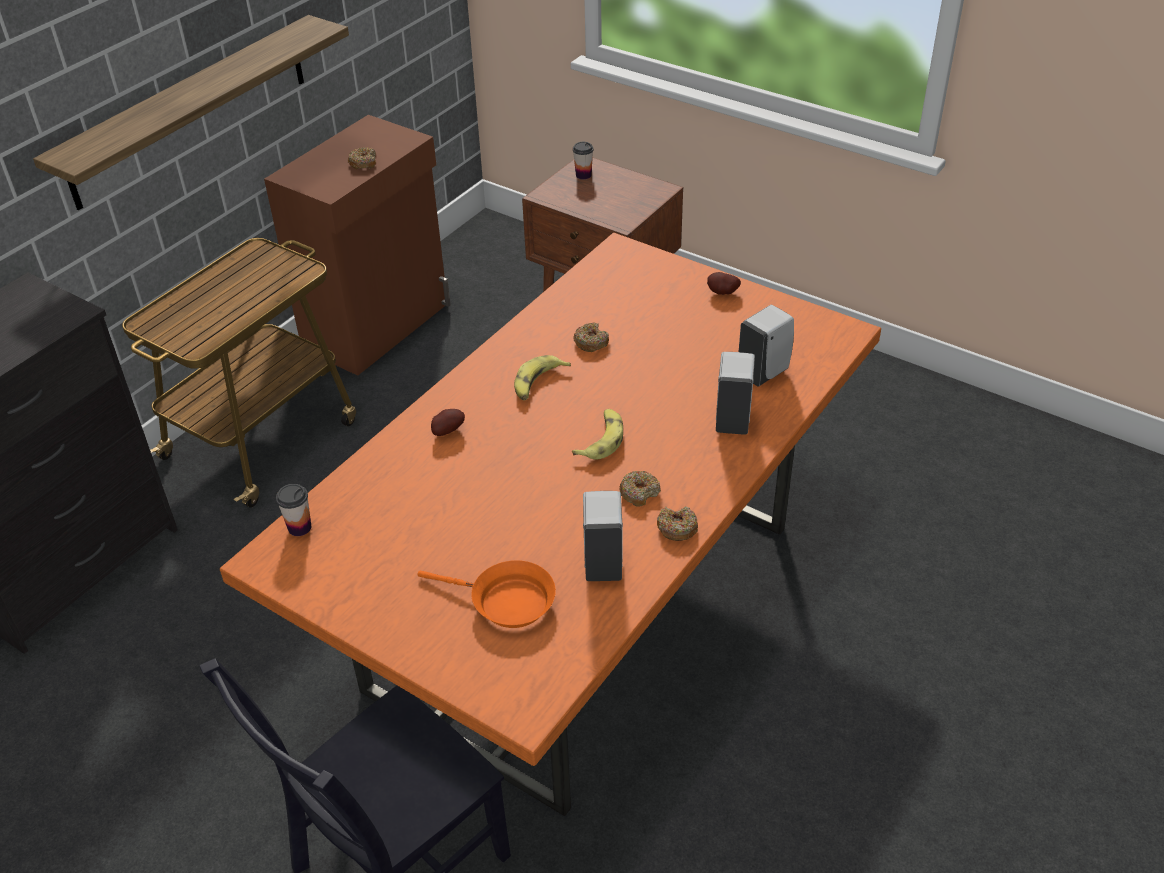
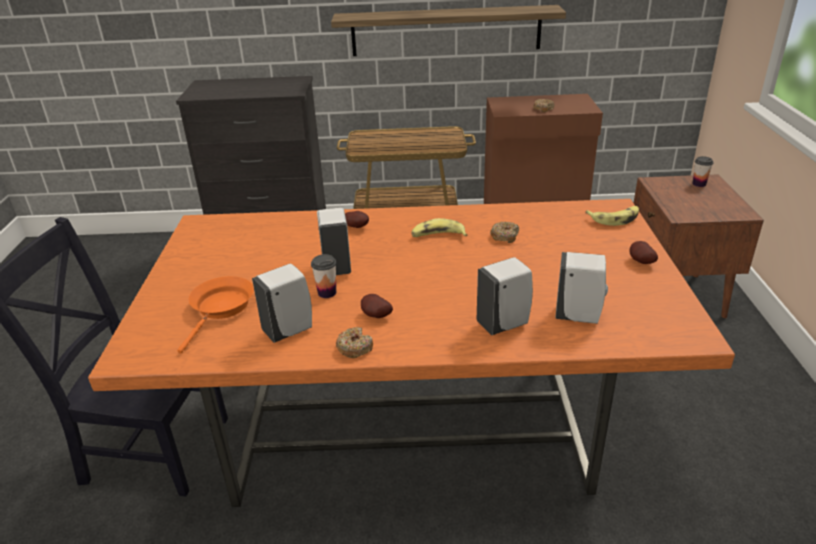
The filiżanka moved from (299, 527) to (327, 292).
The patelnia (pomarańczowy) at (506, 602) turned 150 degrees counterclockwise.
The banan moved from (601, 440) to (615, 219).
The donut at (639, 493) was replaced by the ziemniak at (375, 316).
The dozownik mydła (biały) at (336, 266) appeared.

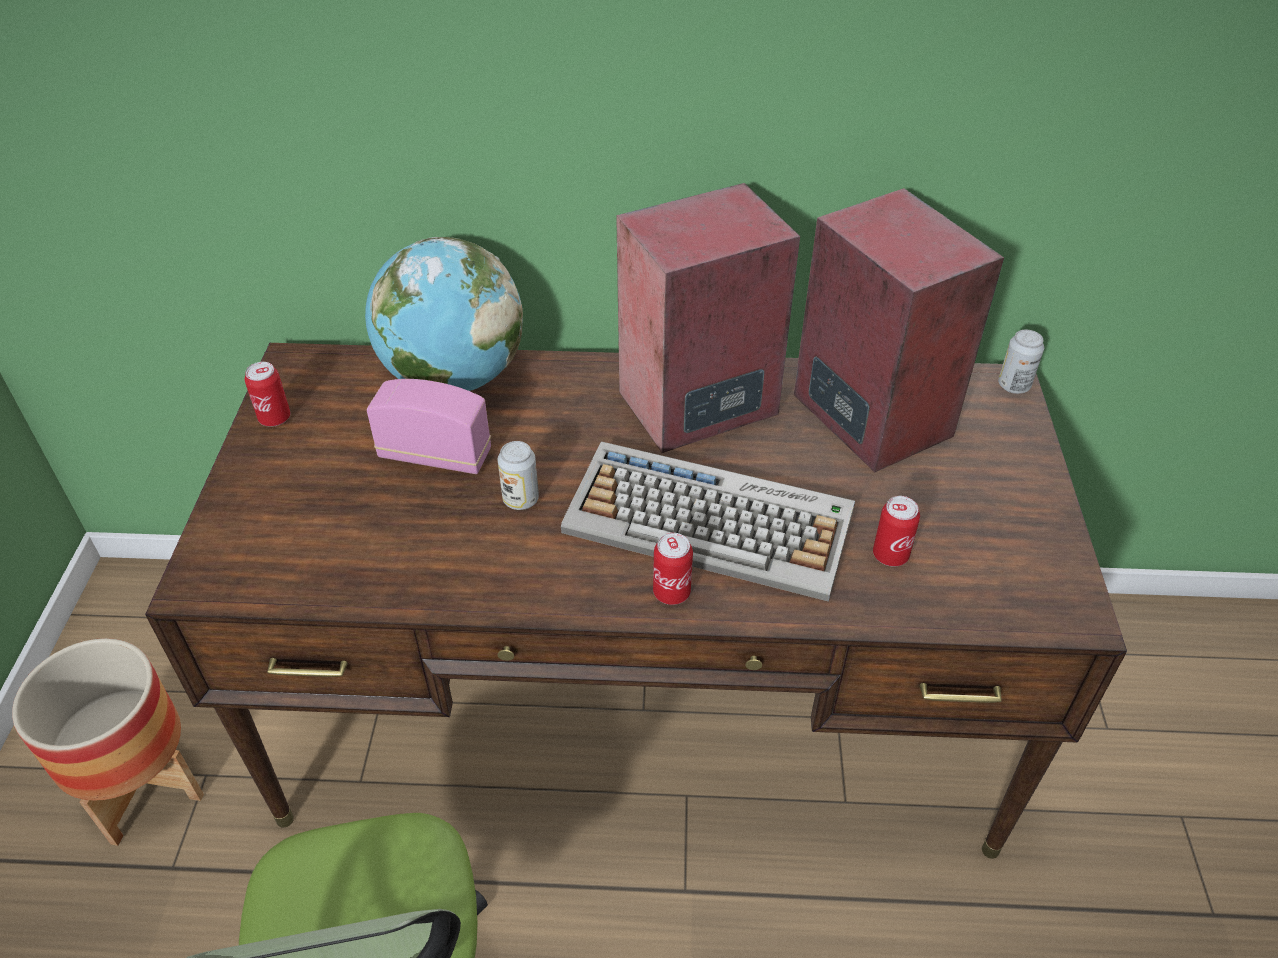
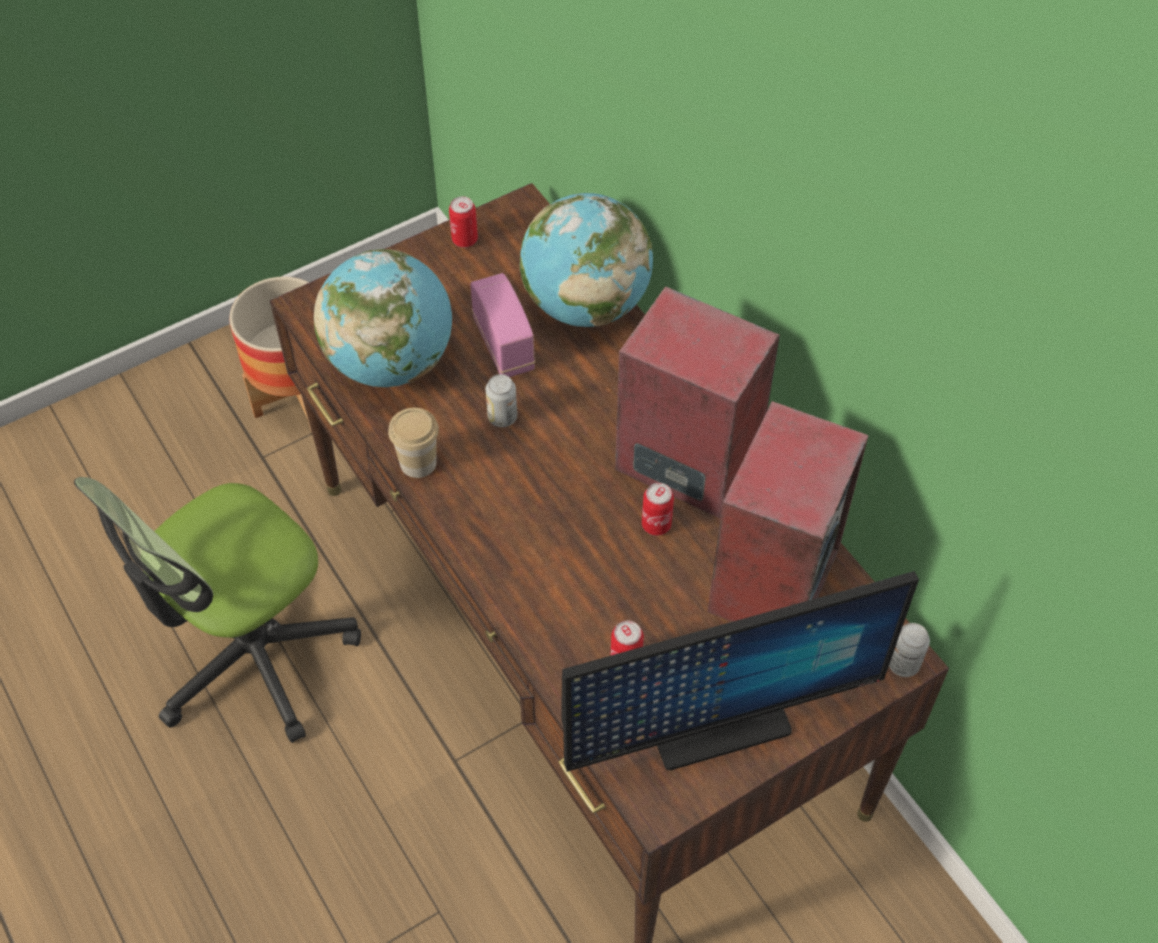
The klawiatura at (711, 521) disappeared.
The puszka moved from (671, 592) to (656, 525).
The globus at (391, 362) appeared.
The filiżanka at (418, 462) appeared.
The monitor at (717, 722) appeared.

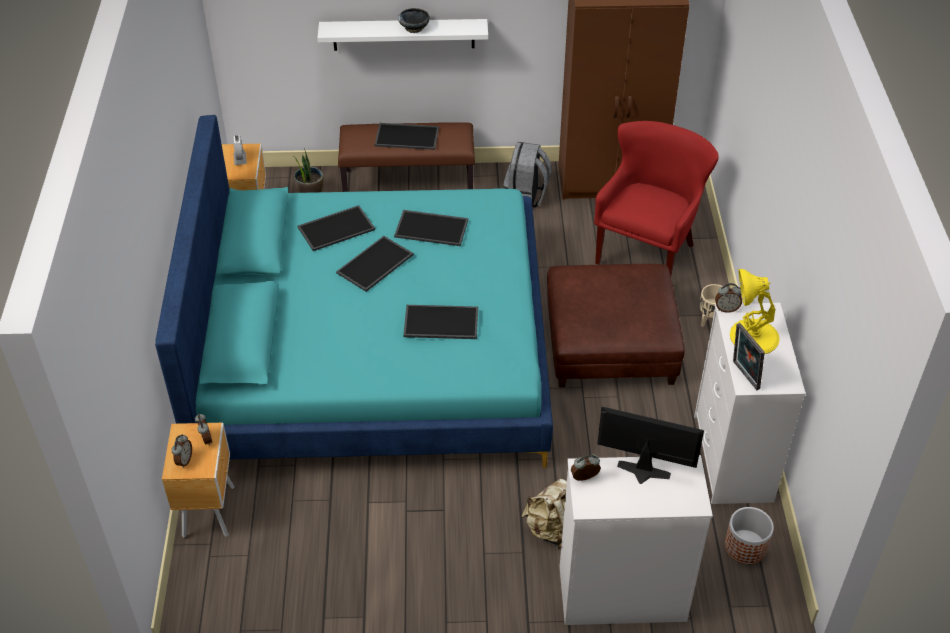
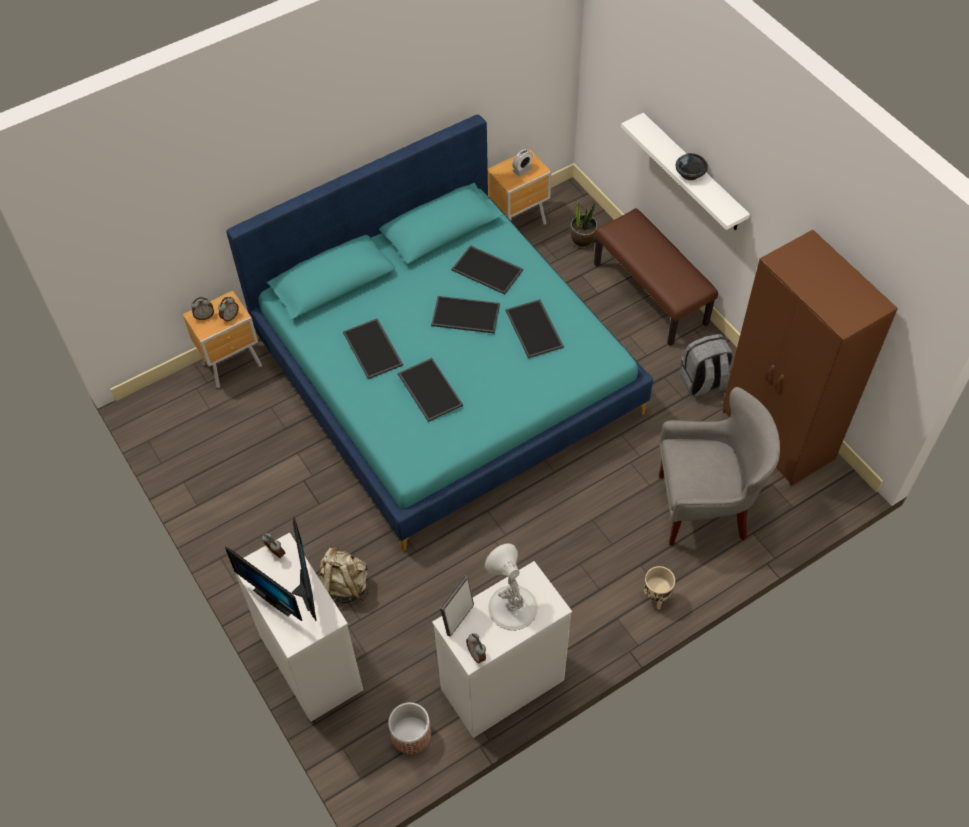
The taca moved from (407, 136) to (374, 349).
The pufa (brązowy) at (609, 344) disappeared.
The fotel (czerwony) at (647, 253) became the fotel (szary) at (705, 508).
The budzik moved from (726, 309) to (477, 654).
The lampa stołowa (żółty) at (753, 336) became the lampa stołowa (biały) at (512, 606).
The monitor at (276, 596) appeared.

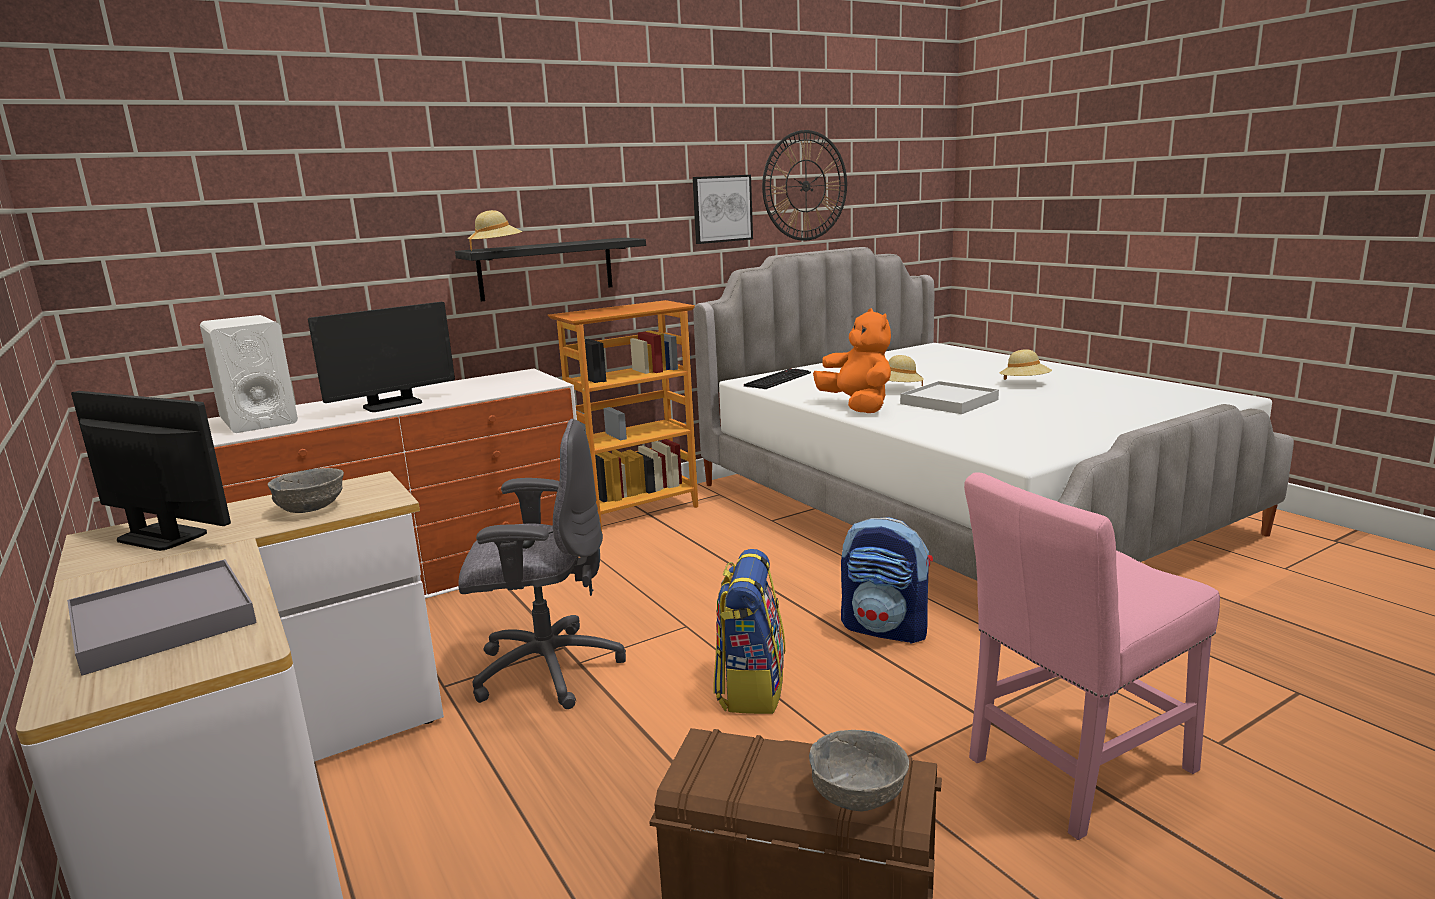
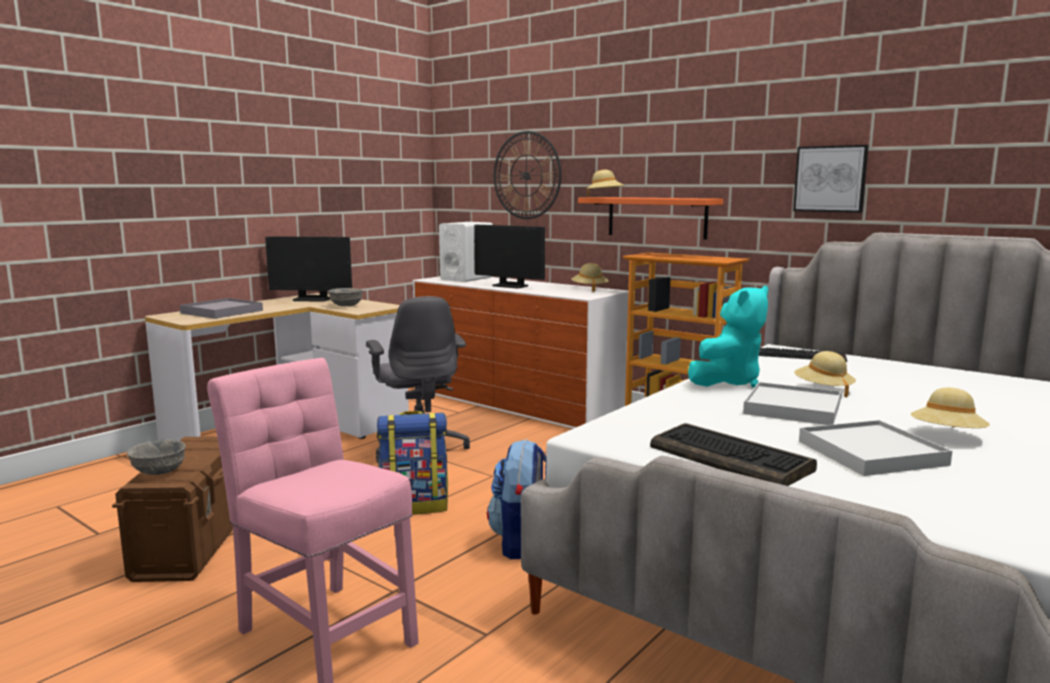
The monitor at (162, 537) turned 90 degrees clockwise.
The półka (czarny) at (546, 269) became the półka (pomarańczowy) at (656, 217).
The zegar ścienny moved from (805, 186) to (526, 175).
The pluszak (pomarańczowy) at (857, 406) became the pluszak (turkusowy) at (727, 382).
The kapelusz (beżowy) at (589, 289) appeared.
The klawiatura at (731, 458) appeared.
The taca (biały) at (871, 453) appeared.

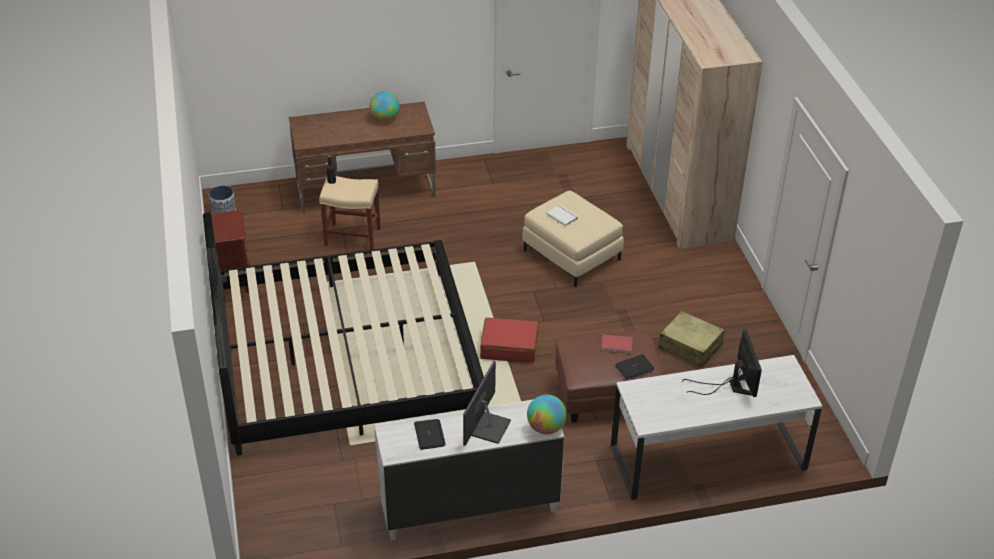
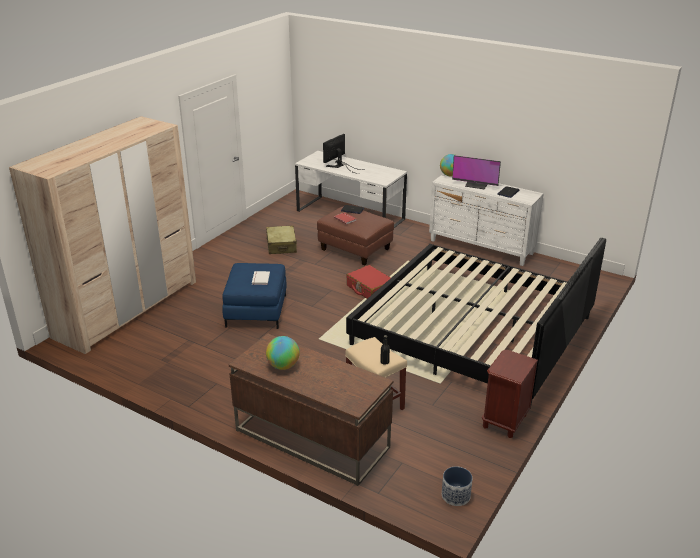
The monitor at (488, 427) turned 45 degrees clockwise.
The pufa (beżowy) at (572, 255) became the pufa (niebieski) at (256, 311).

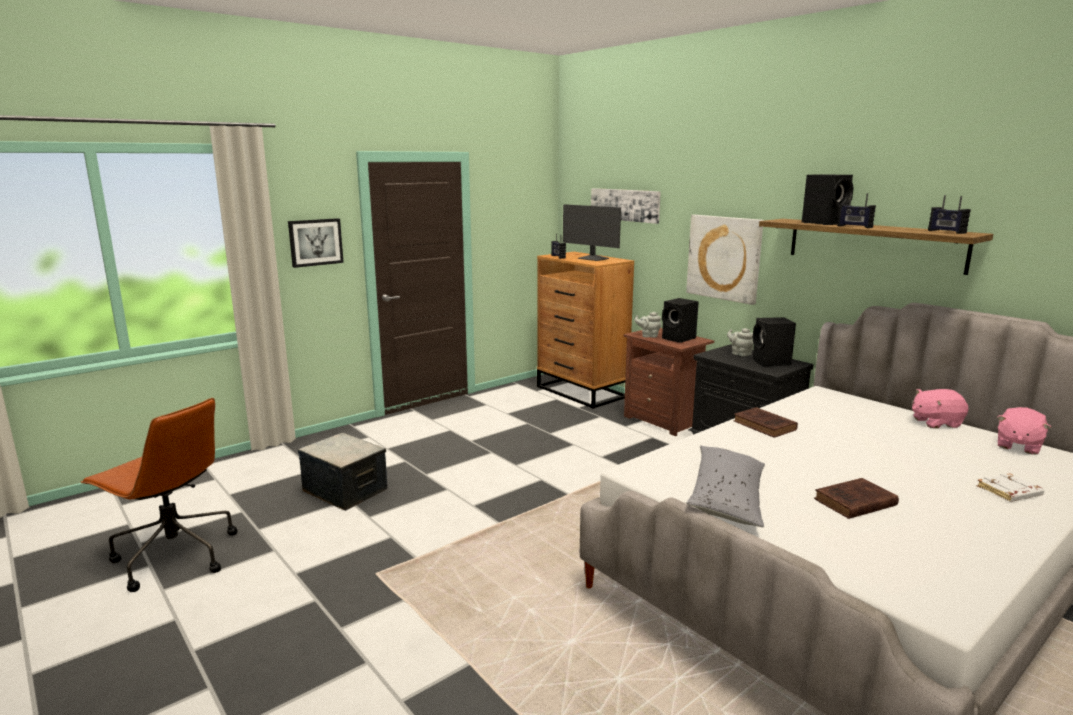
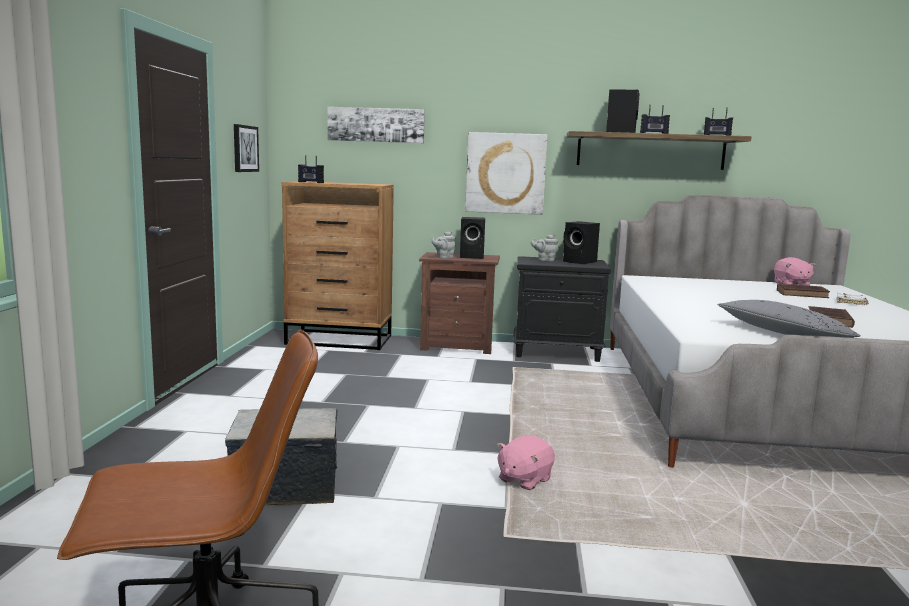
The obraz moved from (315, 242) to (245, 148).
The monitor at (592, 258) disappeared.
The książka (brązowy) moved from (765, 426) to (803, 294).
The pluszak (różowy) moved from (935, 422) to (524, 479).

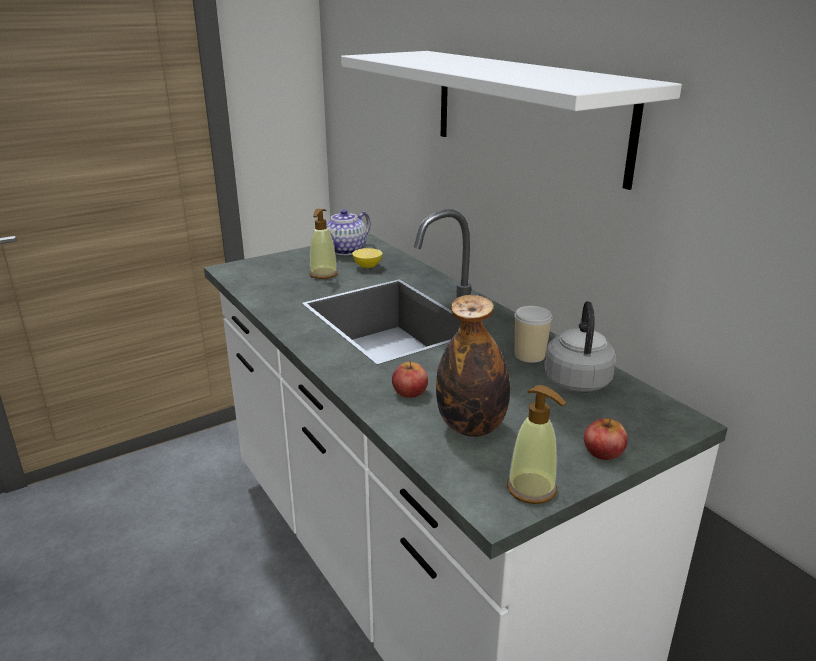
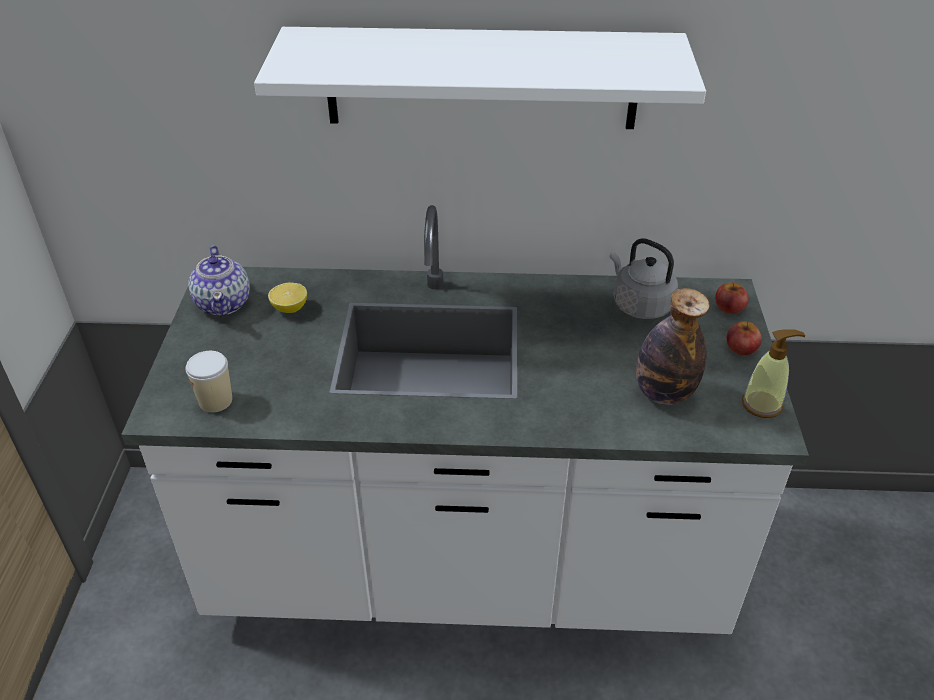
The dozownik mydła at (323, 274) disappeared.
The jabłko moved from (409, 391) to (729, 307).
The filiżanka moved from (529, 355) to (215, 401).

